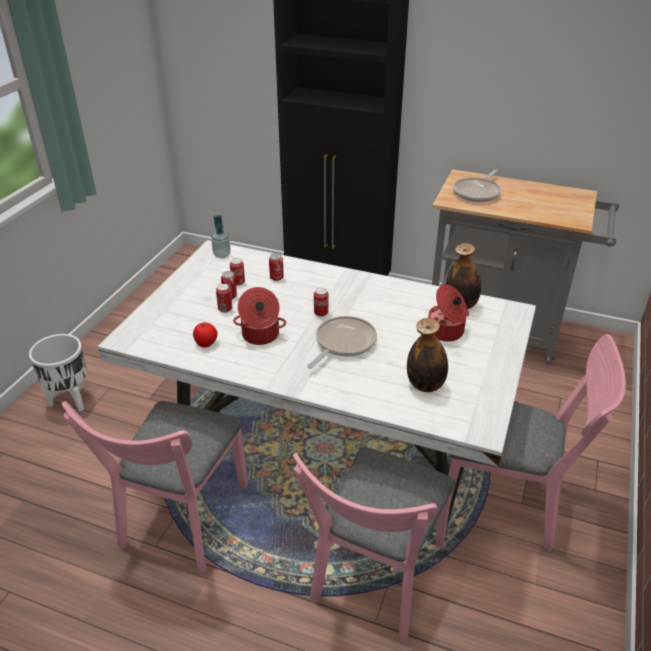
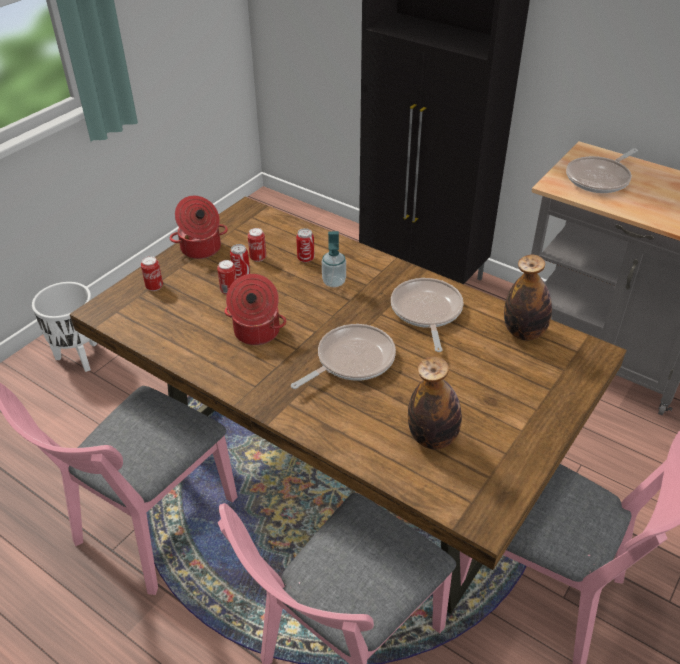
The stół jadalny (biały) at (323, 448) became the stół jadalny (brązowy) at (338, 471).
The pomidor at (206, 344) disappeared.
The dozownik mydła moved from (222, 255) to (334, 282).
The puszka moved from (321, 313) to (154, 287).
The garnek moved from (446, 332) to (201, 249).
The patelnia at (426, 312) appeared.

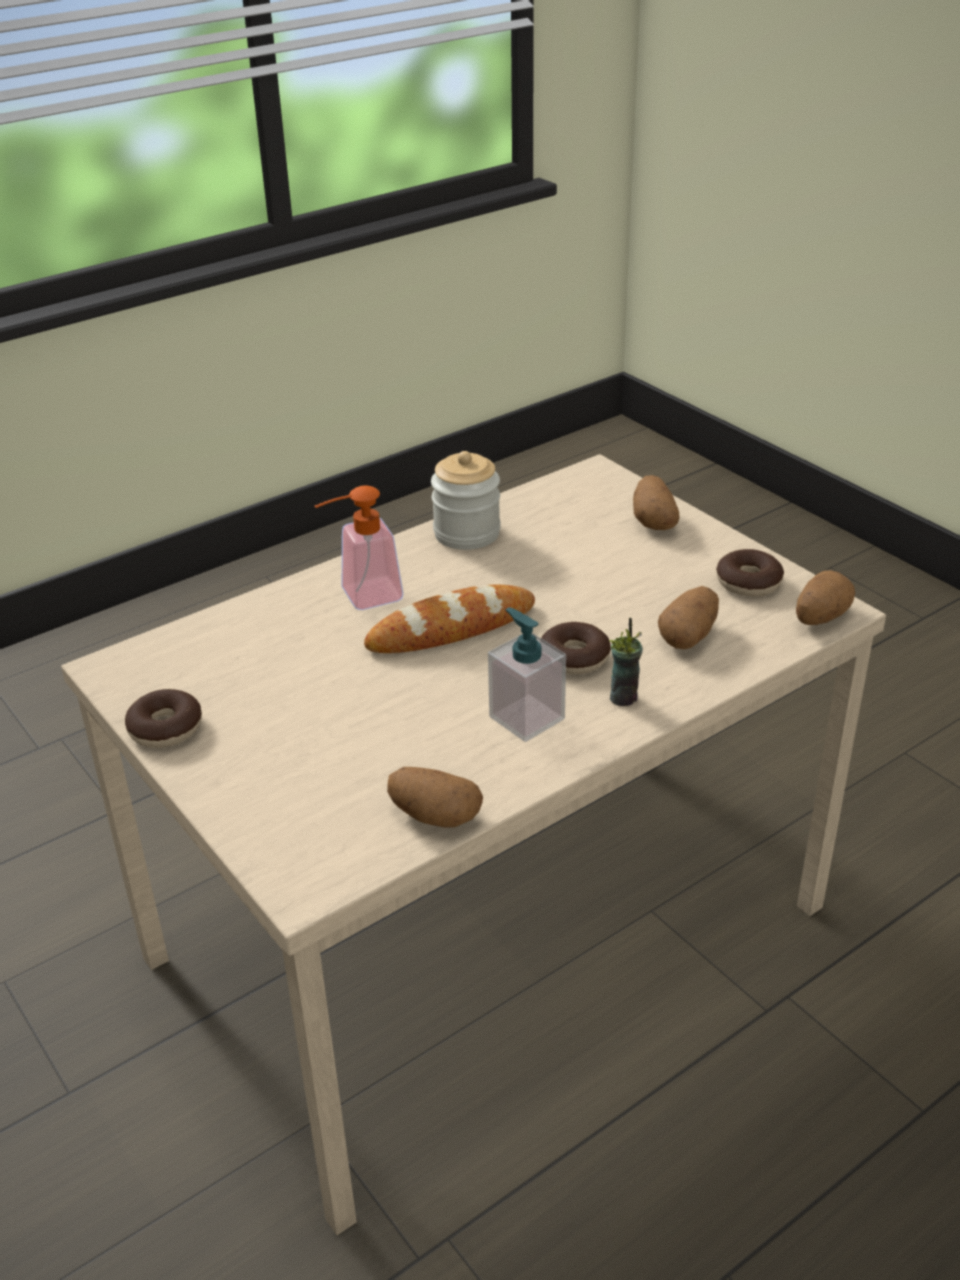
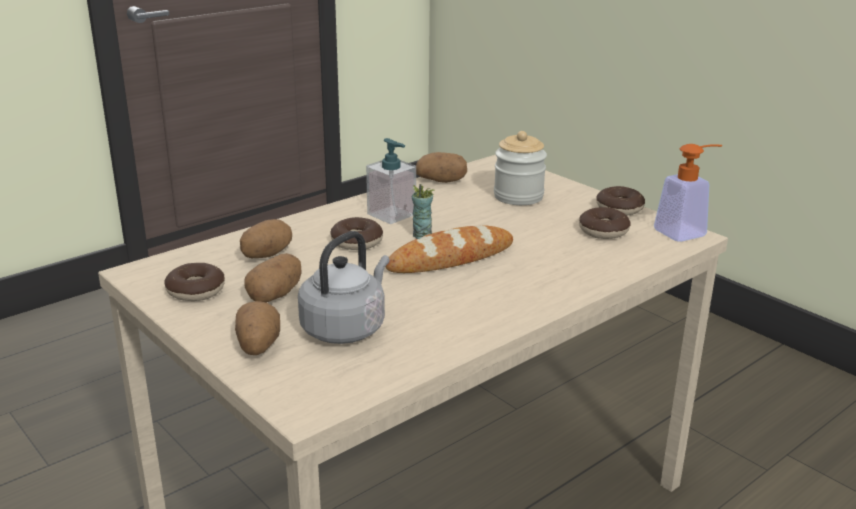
The dozownik mydła moved from (361, 597) to (686, 231).
The słoik moved from (467, 533) to (518, 196).
The filiżanka moved from (624, 697) to (422, 236).
The ziemniak moved from (820, 617) to (275, 295).
The czajnik (szary) at (346, 328) appeared.
The donut at (603, 231) appeared.

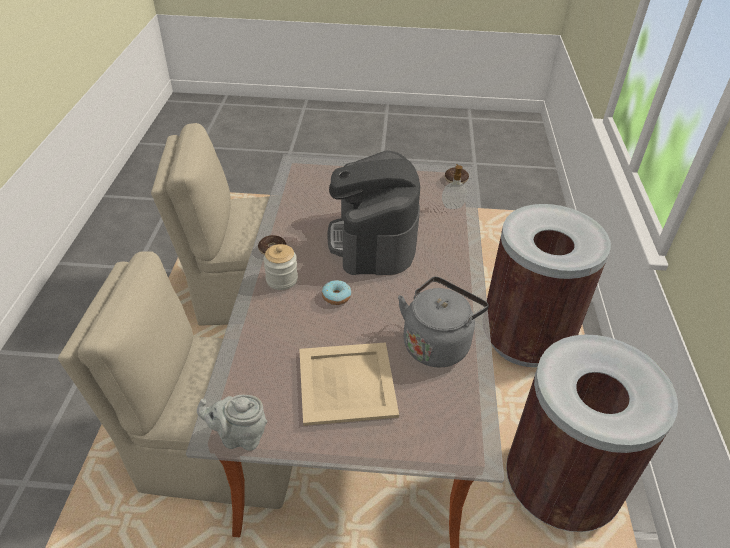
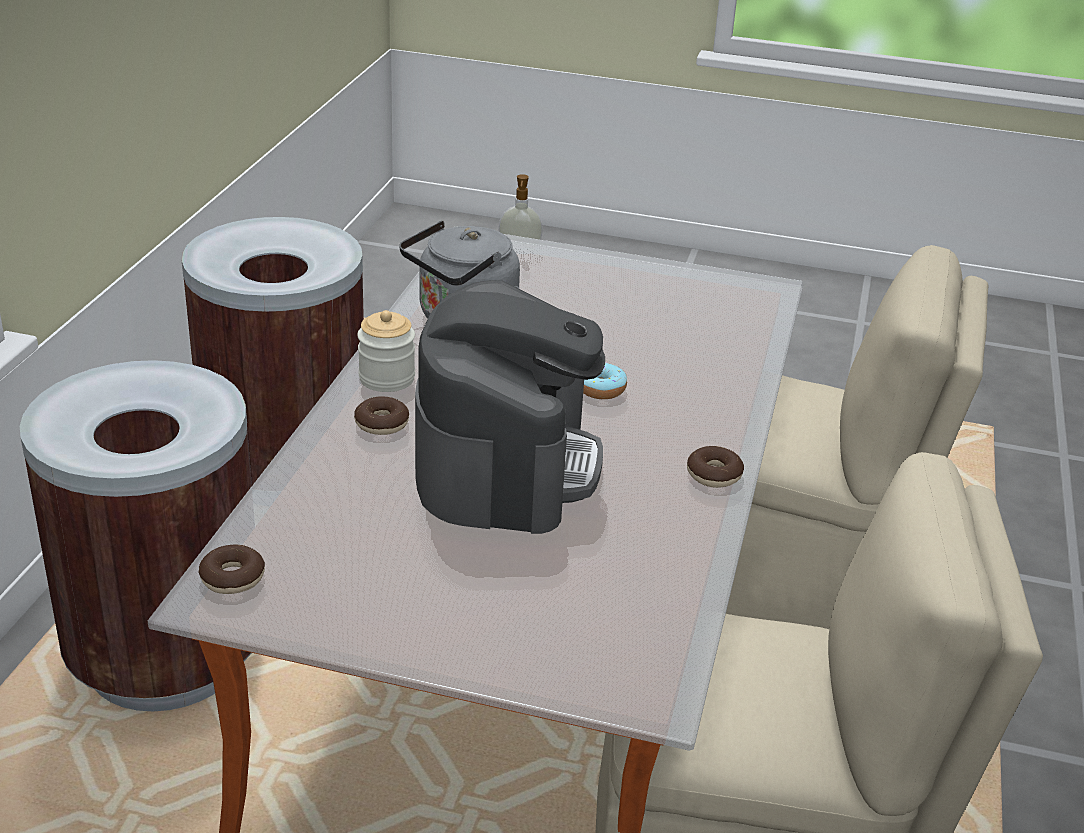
The imbryk (szary) at (239, 436) disappeared.
The słoik moved from (282, 279) to (387, 378).
The taca (beżowy) at (346, 382) disappeared.
The dozownik mydła moved from (452, 206) to (519, 252).
The donut at (381, 424) appeared.

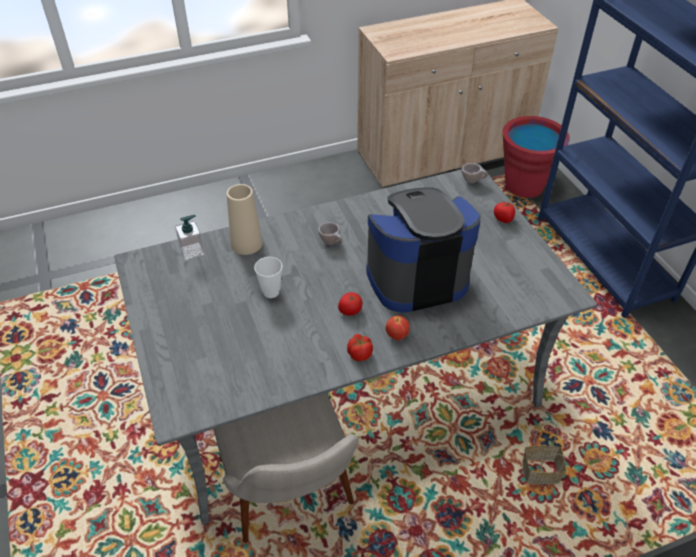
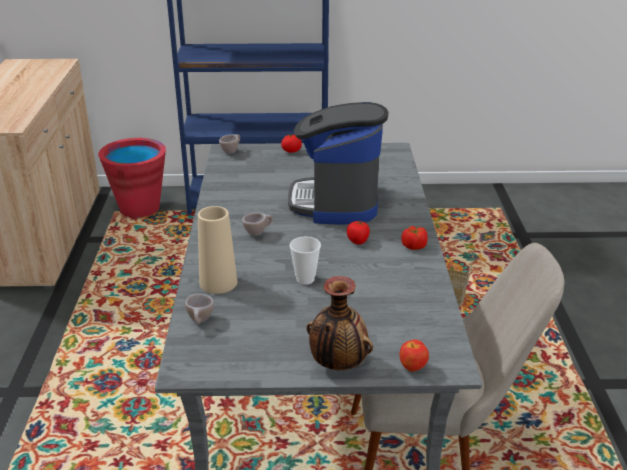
The dozownik mydła at (192, 251) was replaced by the filiżanka (beżowy) at (200, 322).
The jabłko moved from (396, 336) to (413, 368).
The wazon at (337, 364) appeared.

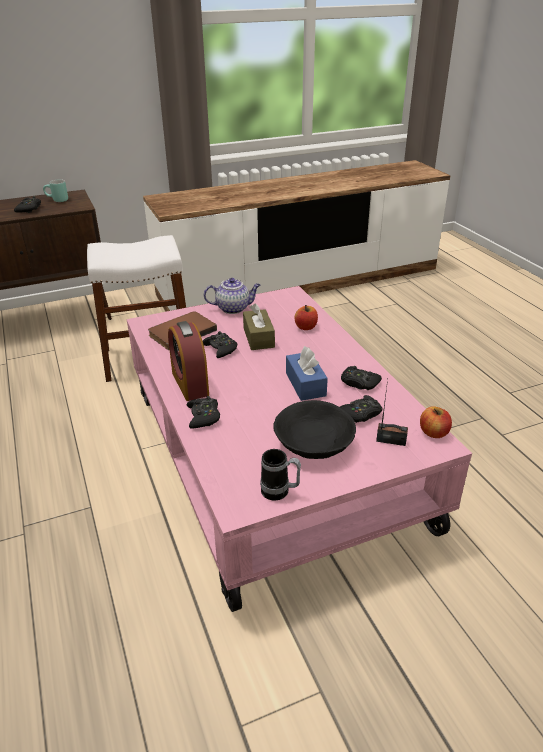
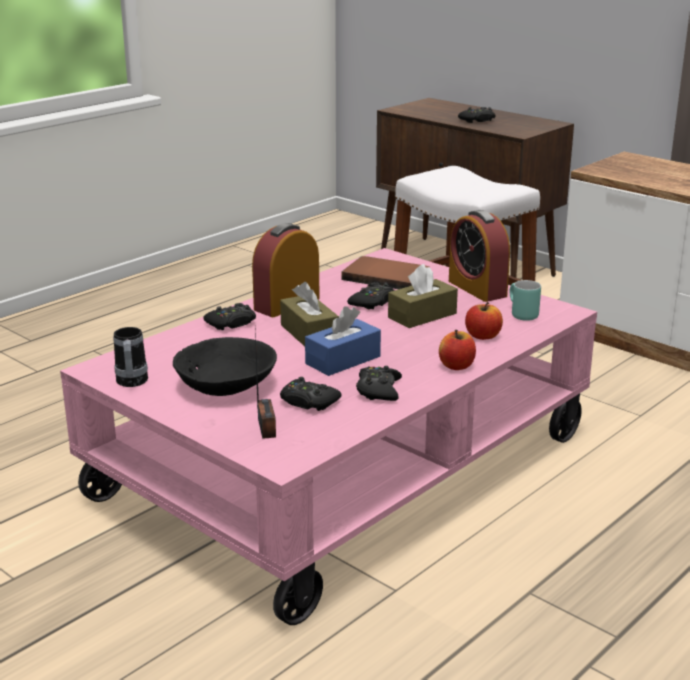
The kubek (turkusowy) moved from (57, 200) to (519, 314).
The imbryk at (233, 308) was replaced by the budzik at (477, 288).
The jabłko moved from (433, 433) to (456, 366).
The pudełko chusteczek (brązowy) at (309, 334) appeared.

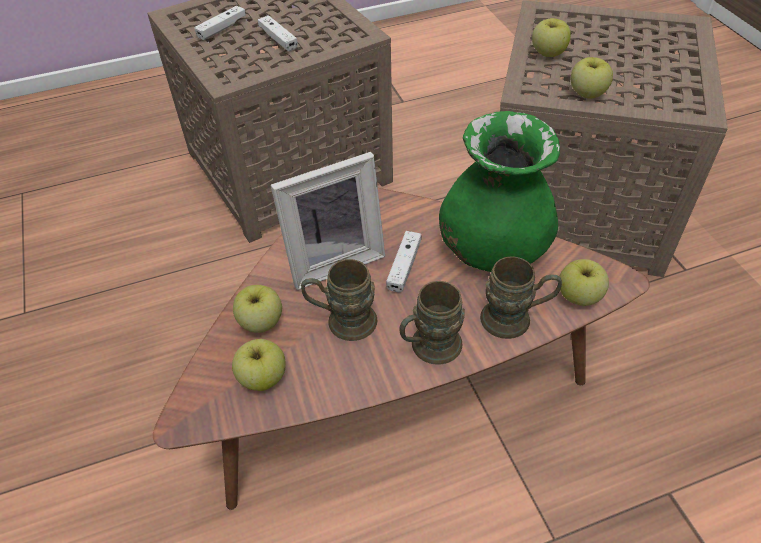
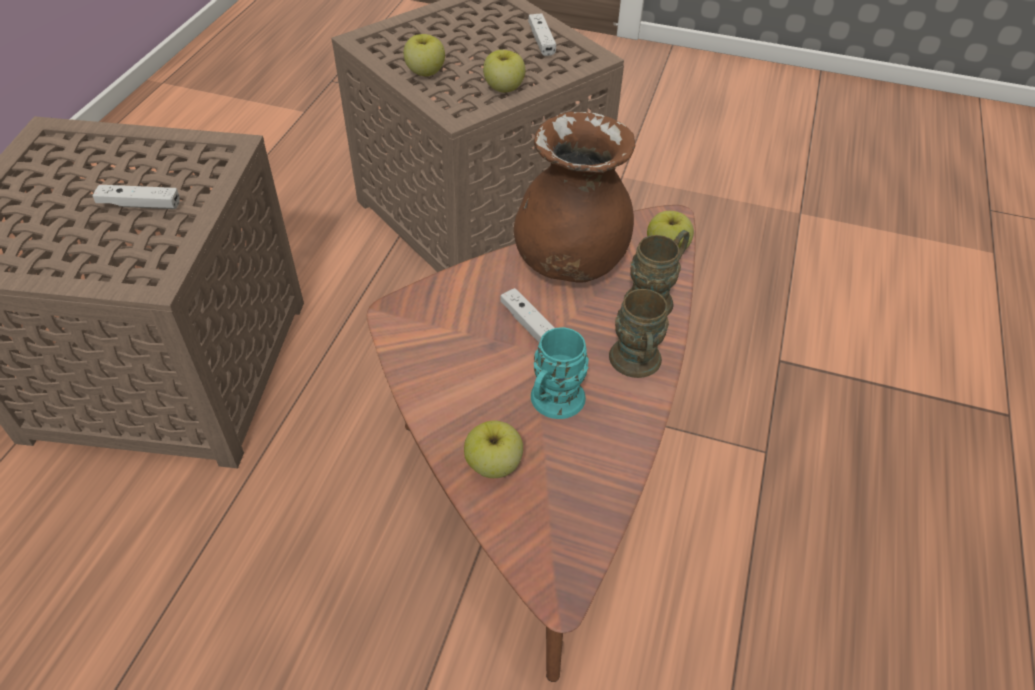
The pad do gier (biały) moved from (222, 28) to (541, 41).
The jabłko at (262, 378) disappeared.
The ramka na zdjęcie at (333, 259) disappeared.
The kubek (brązowy) at (342, 322) became the kubek (turkusowy) at (552, 404).
The wazon (zielony) at (492, 250) became the wazon (brązowy) at (570, 262).

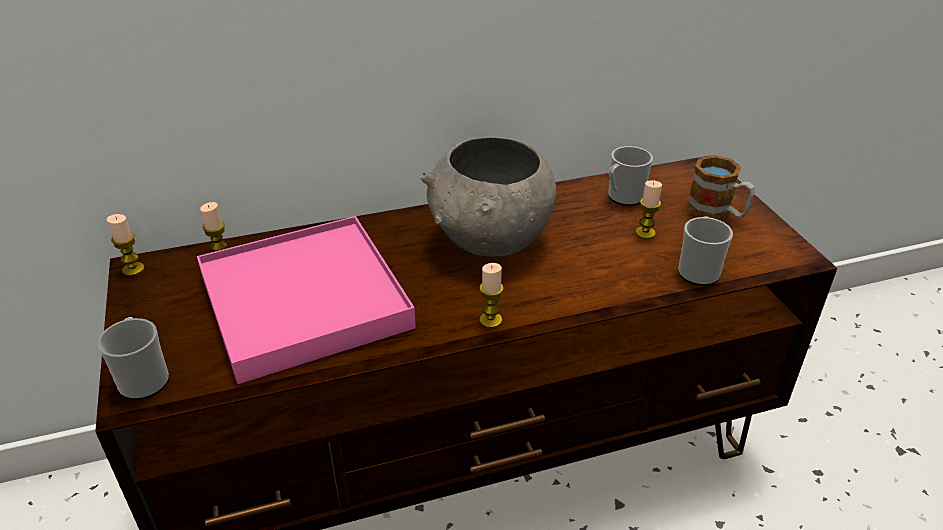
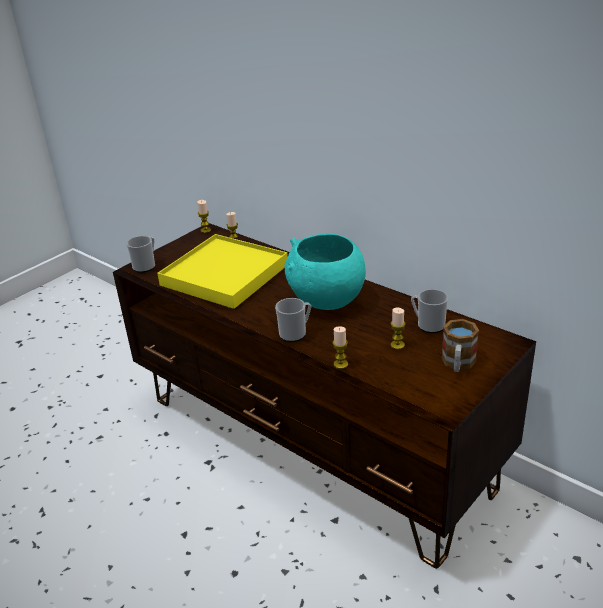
The taca (różowy) at (305, 301) became the taca (żółty) at (225, 275).
The miska (szary) at (490, 242) became the miska (turkusowy) at (326, 301).
The świeca moved from (490, 320) to (340, 364).
The kubek moved from (698, 270) to (295, 333).

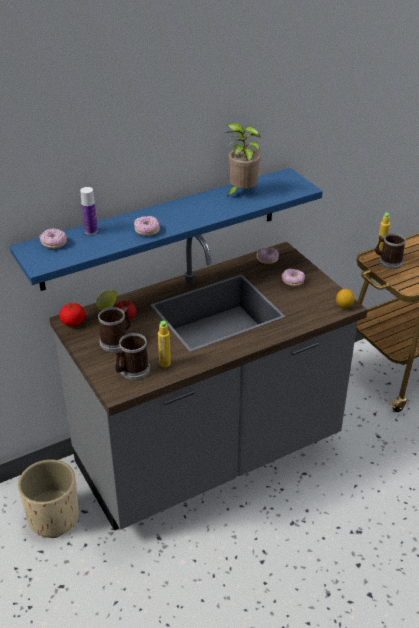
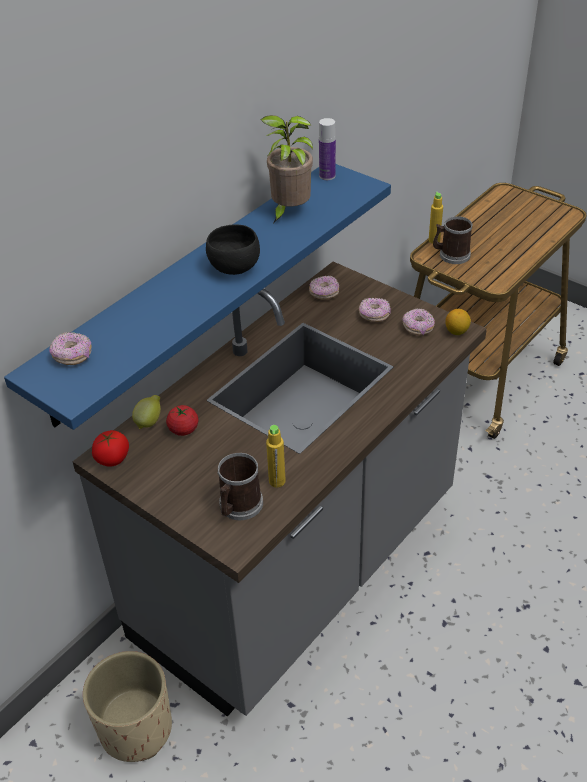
The butelka moved from (91, 231) to (327, 176).
The kubek at (116, 340) disappeared.
The donut moved from (147, 231) to (418, 328).
The miska (czarny) at (232, 268) appeared.

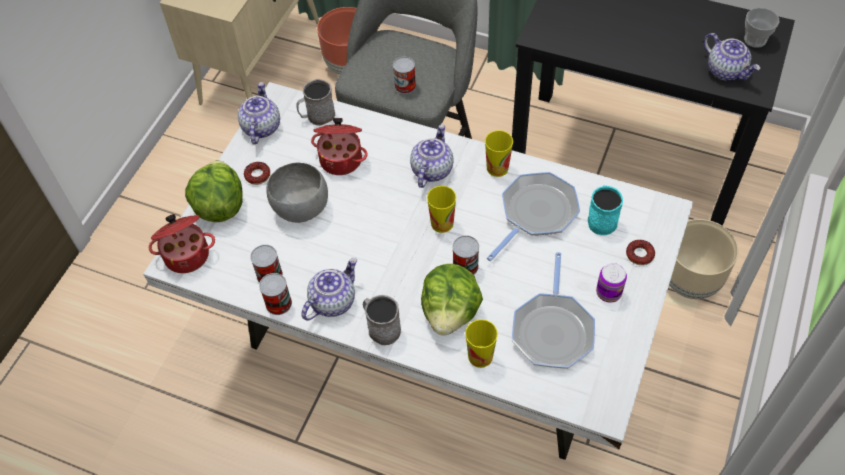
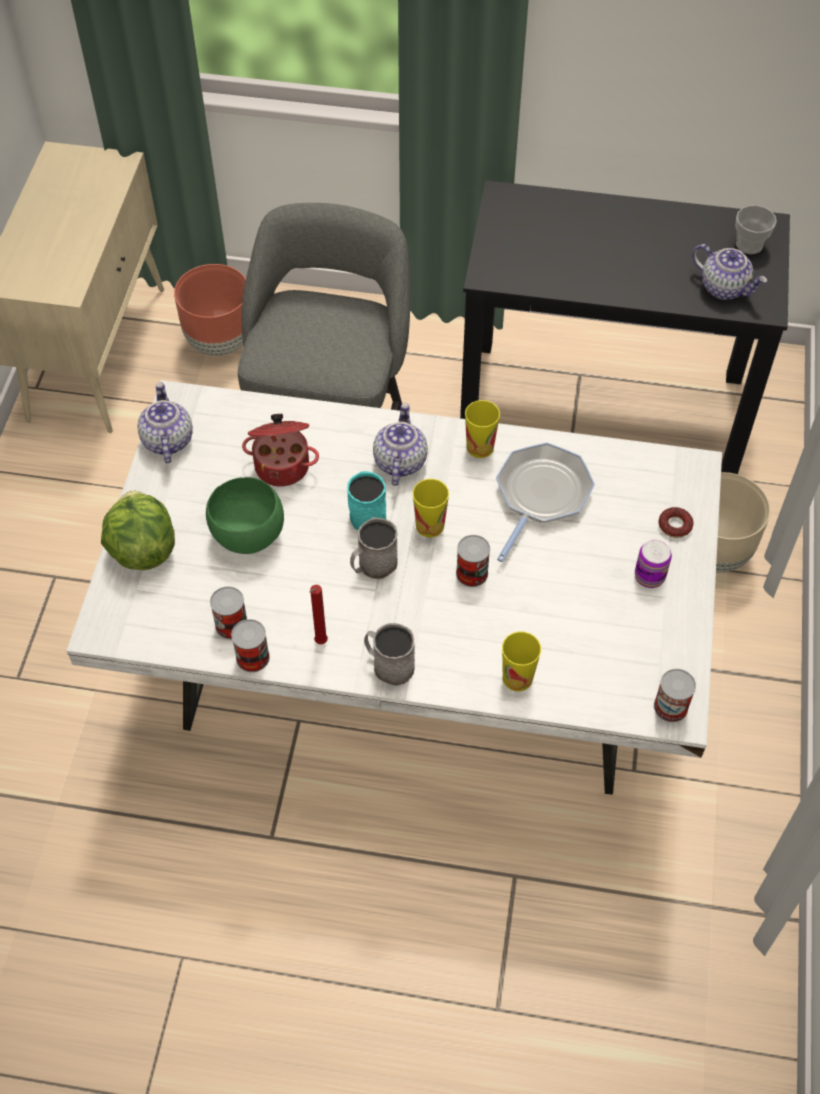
The garnek at (187, 254) disappeared.
The donut at (257, 175) disappeared.
The miska (szary) at (300, 209) became the miska (zielony) at (247, 536).
The kubek (szary) moved from (317, 116) to (373, 566).
The imbryk at (332, 301) was replaced by the świeca (czerwony) at (320, 643).
The puszka moved from (405, 85) to (670, 707).
The sałata at (451, 312) disappeared.
The patelnia at (552, 330) disappeared.
The kubek (turkusowy) moved from (601, 218) to (366, 512).

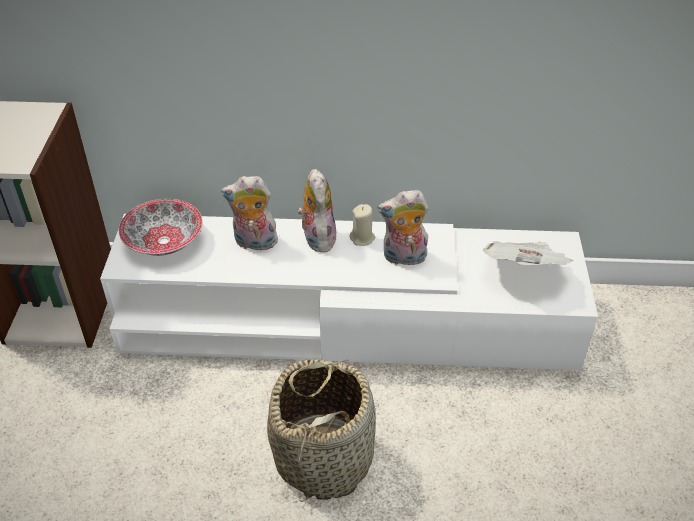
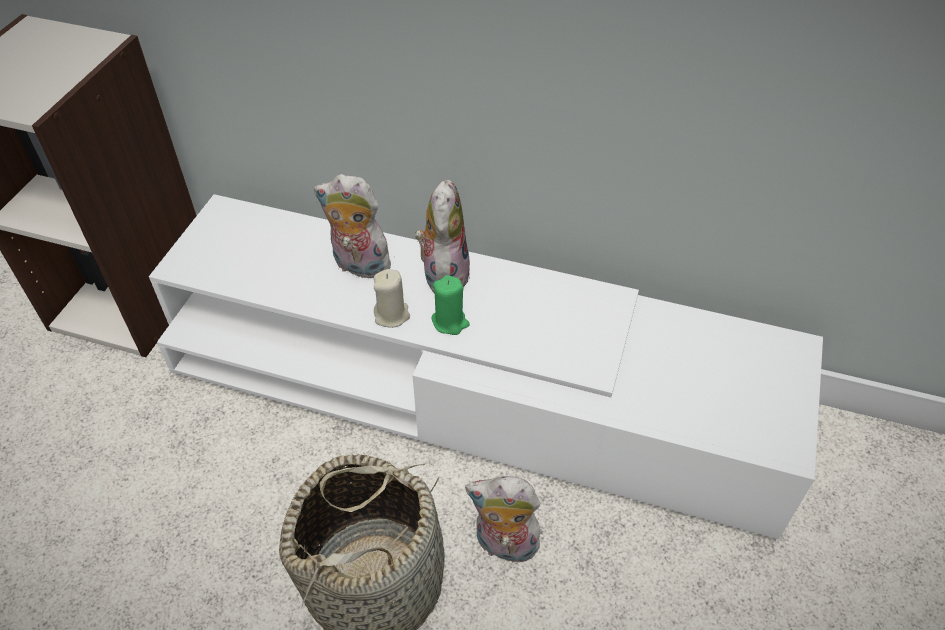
The miska at (164, 241) disappeared.
The świeca (beżowy) moved from (362, 238) to (392, 315).
The pluszak moved from (403, 258) to (504, 546).
The gazeta at (524, 270) disappeared.
The świeca (zielony) at (450, 322) appeared.

